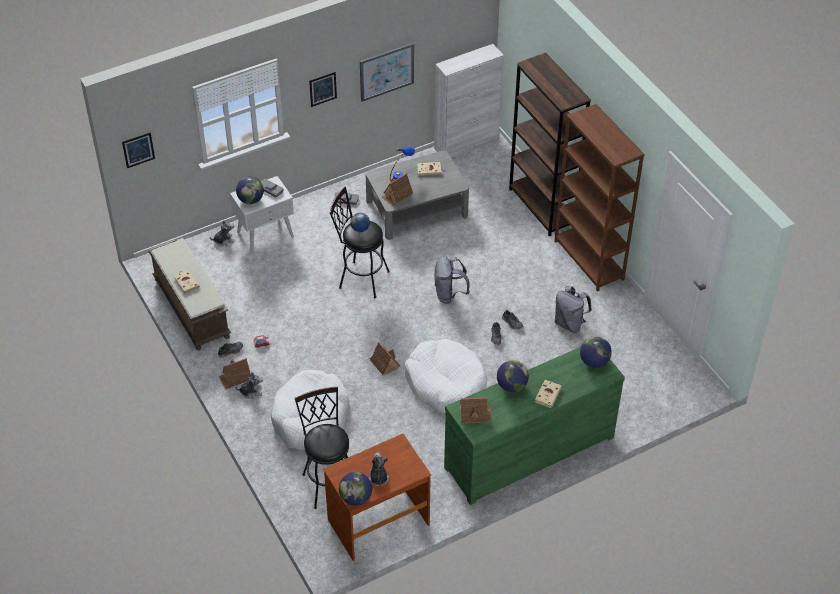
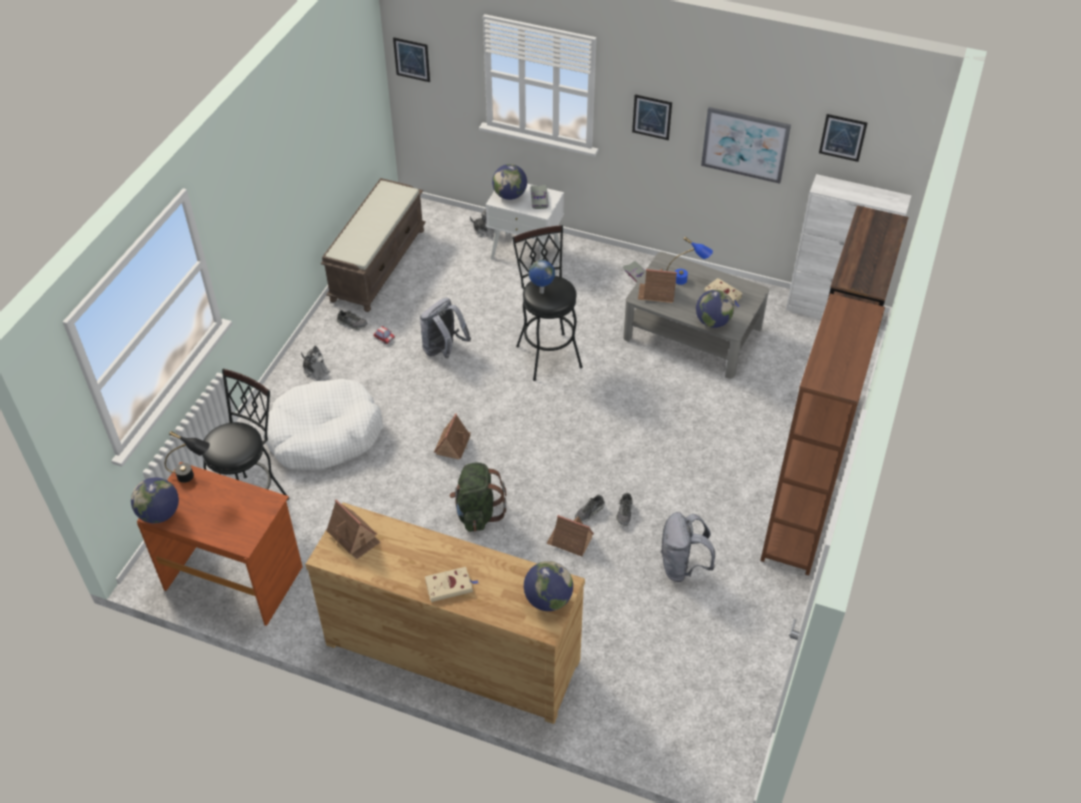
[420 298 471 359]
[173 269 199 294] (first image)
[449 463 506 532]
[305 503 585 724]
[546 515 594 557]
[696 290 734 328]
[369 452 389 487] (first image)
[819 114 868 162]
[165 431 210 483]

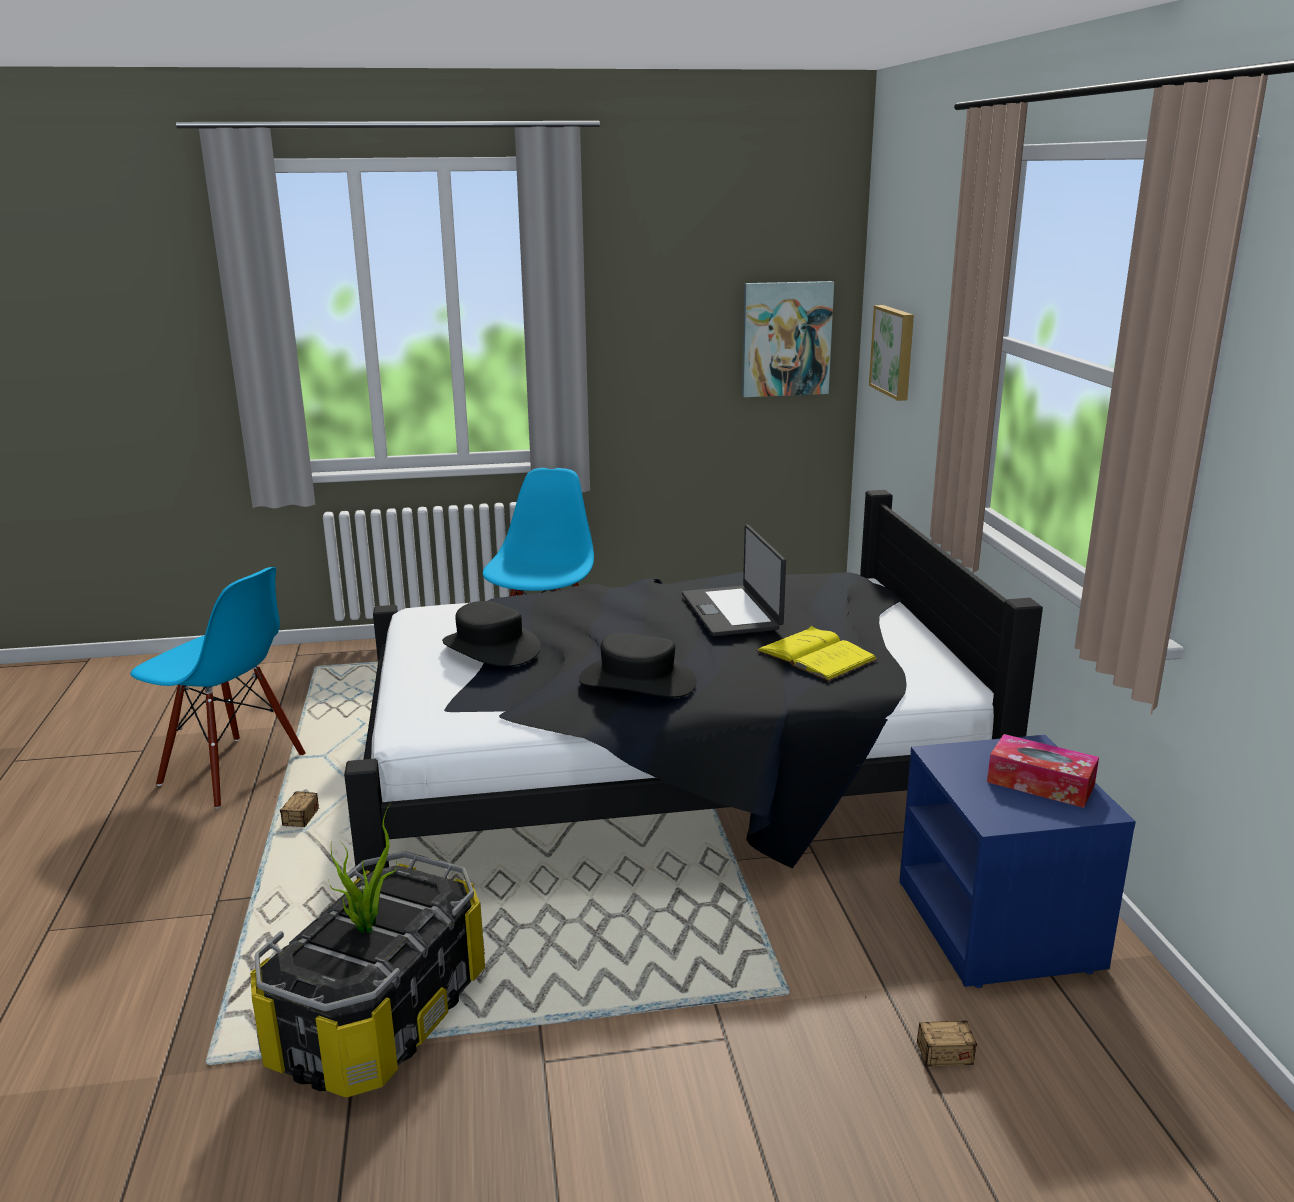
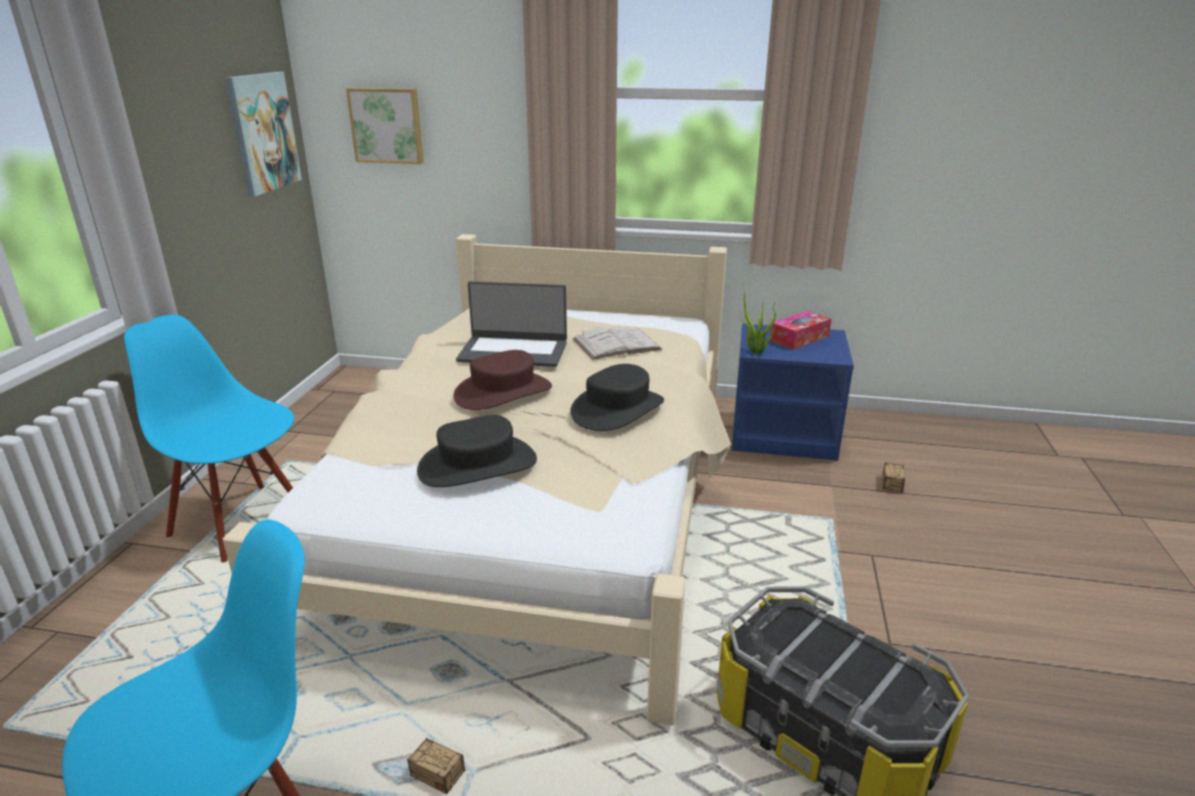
[223 234 731 726]
[573 327 662 360]
[740 281 776 354]
[453 350 552 410]

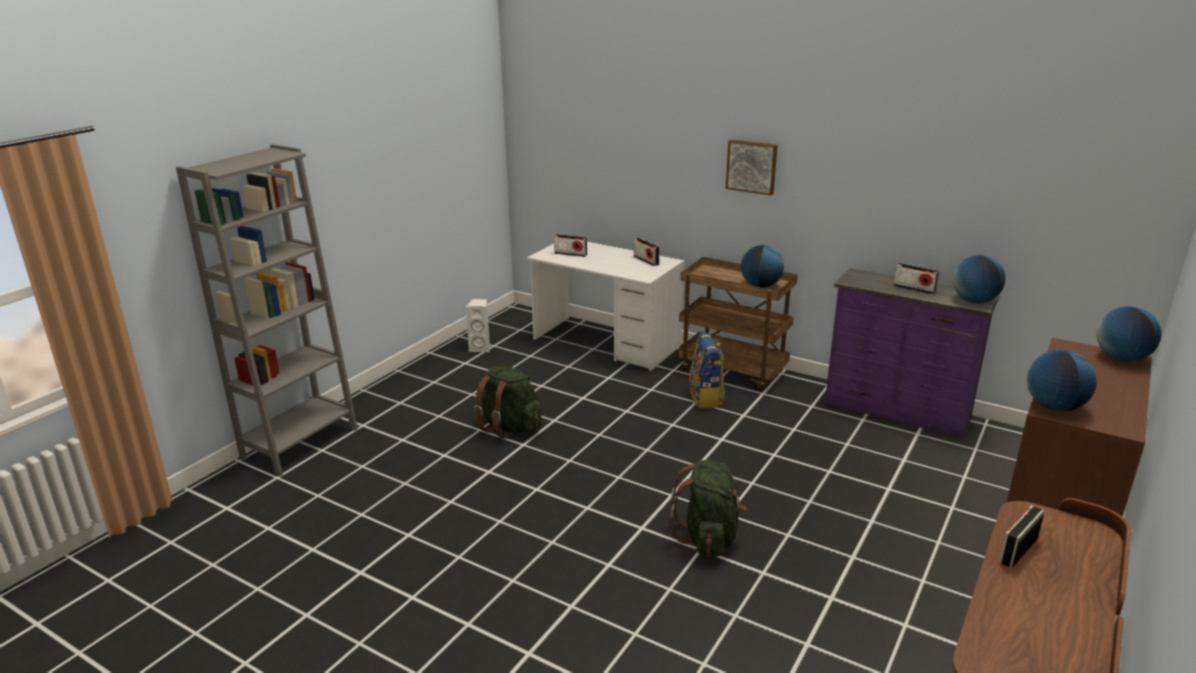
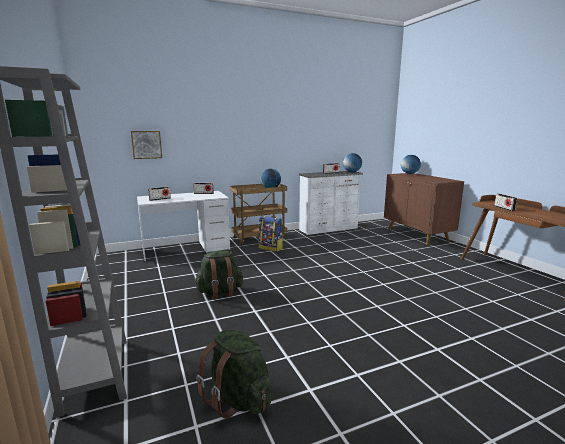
[131 131 162 159]
[299 171 363 235]
[465 299 490 352] (first image)
[1027 350 1097 411] (first image)
[196 329 271 419]

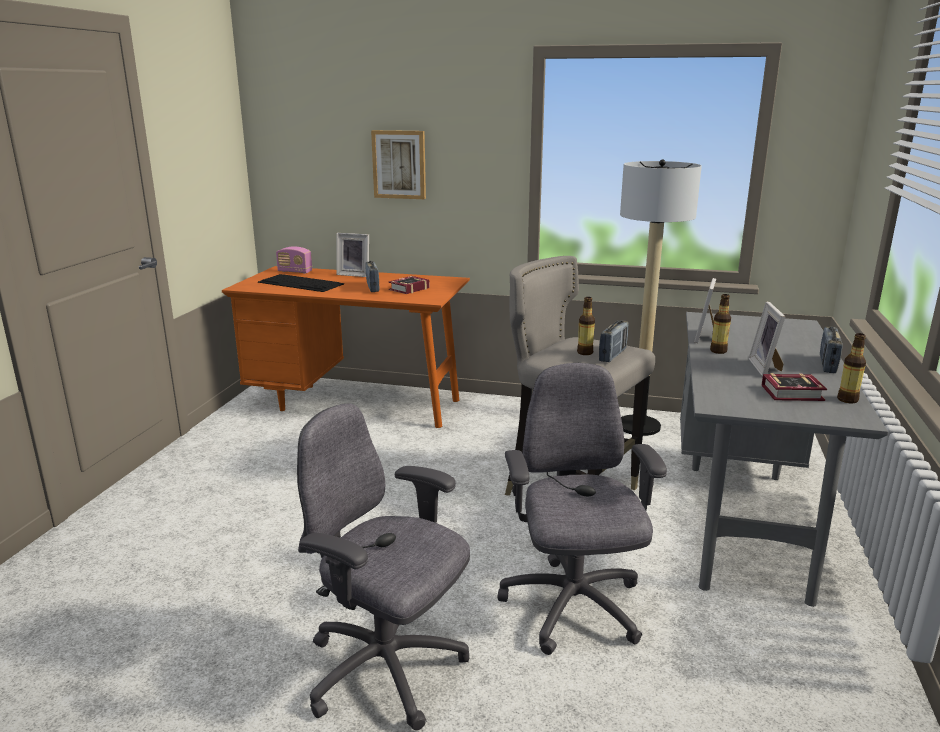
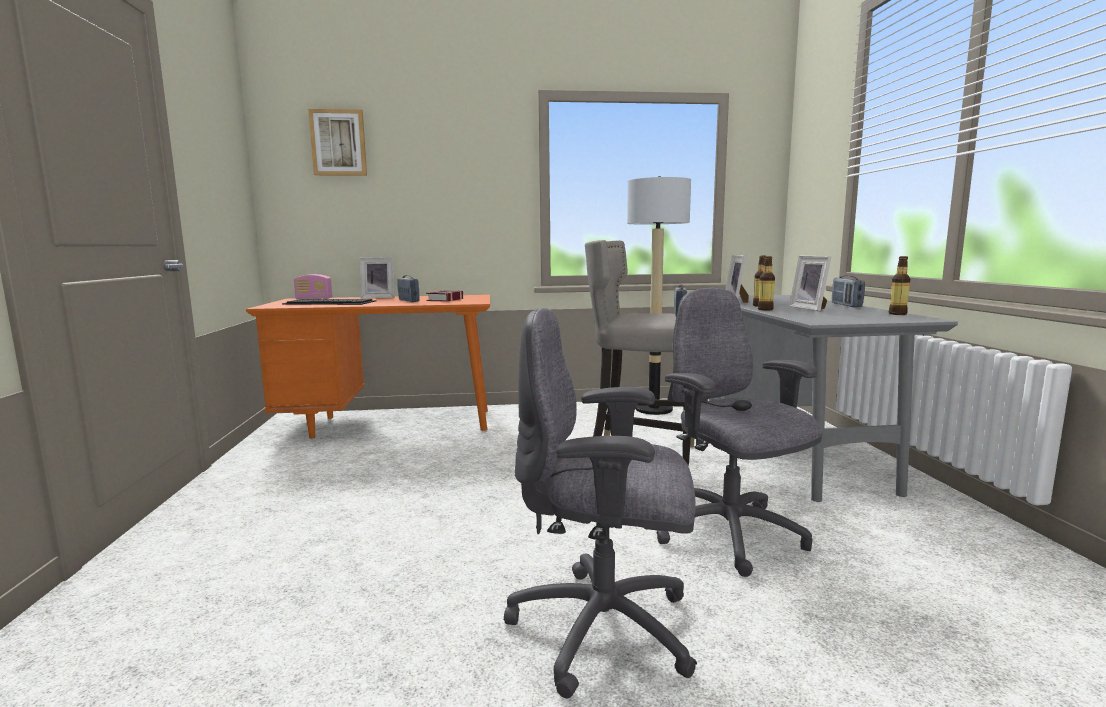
[308 109 367 175]
[758 256 775 310]
[761 373 827 401] (first image)

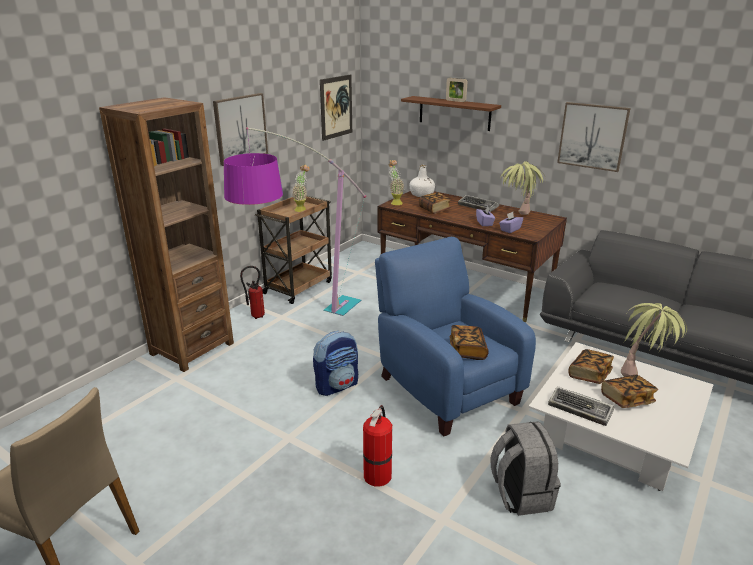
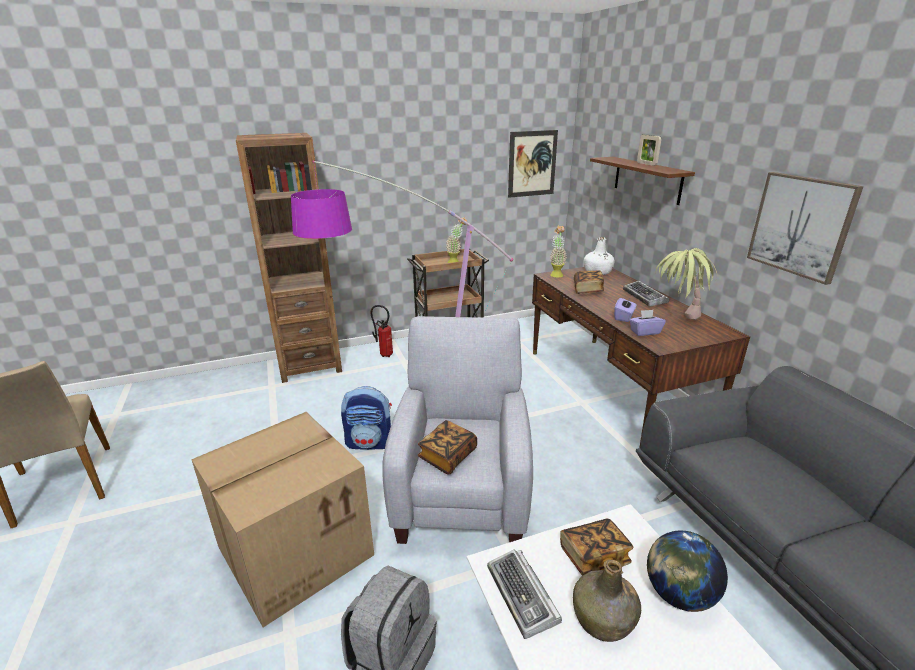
[213 93 268 166] (first image)
[383 316 533 544]
[647 531 728 612]
[573 560 641 642]
[191 412 374 627]

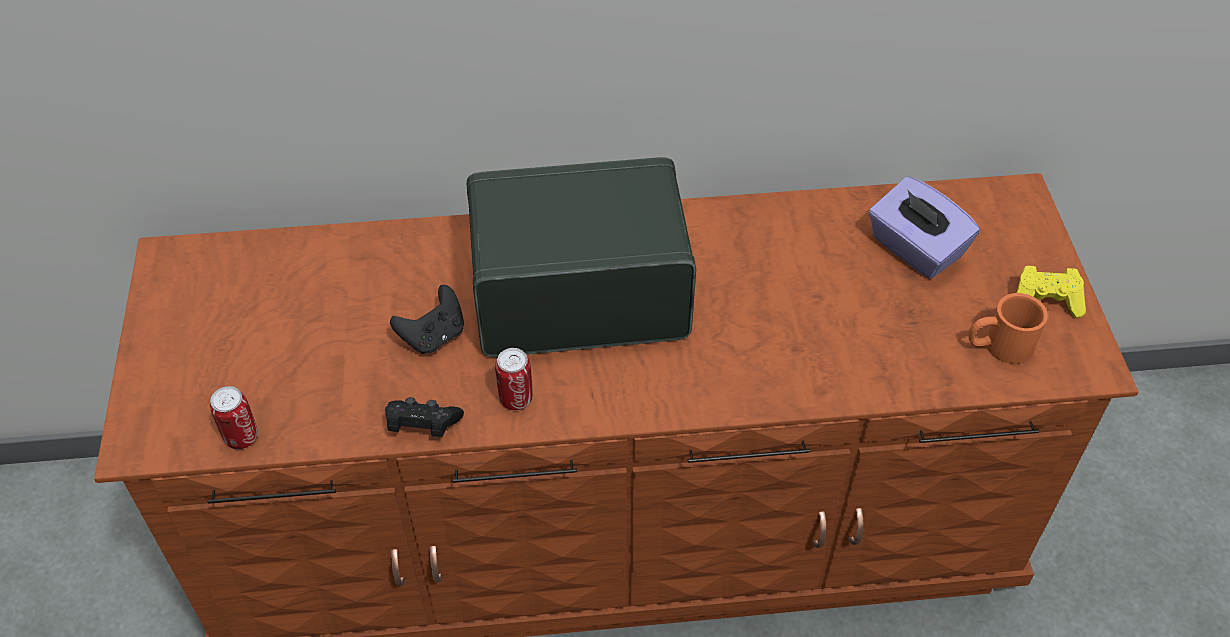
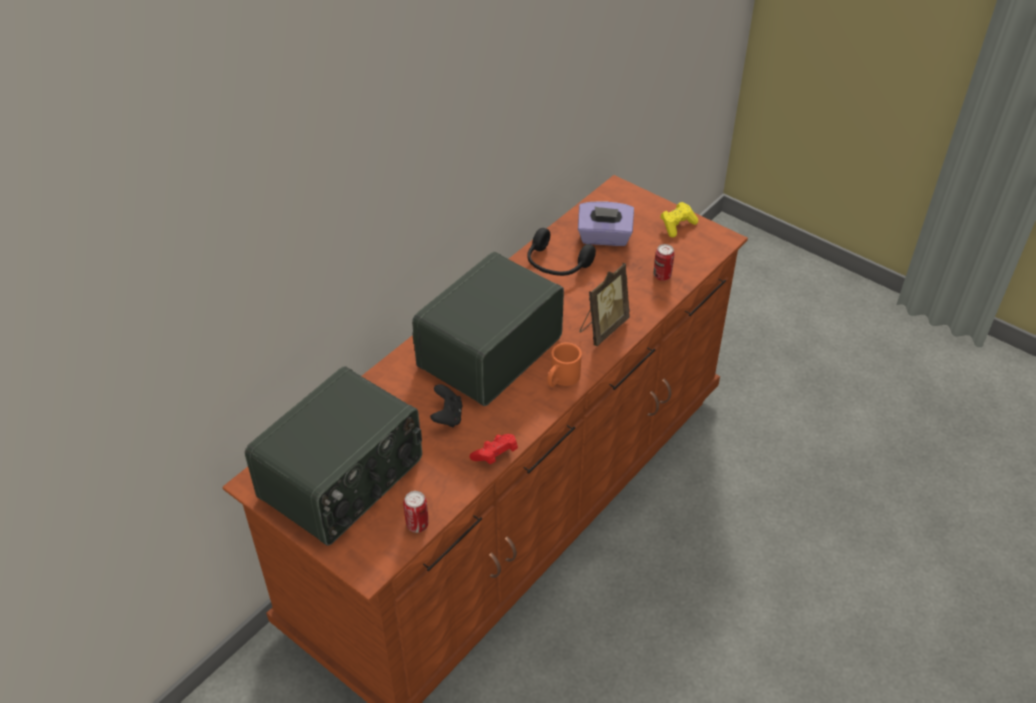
[547 342 582 387]
[654 244 675 281]
[470 434 518 464]
[527 228 596 276]
[580 263 630 346]
[245 366 422 546]

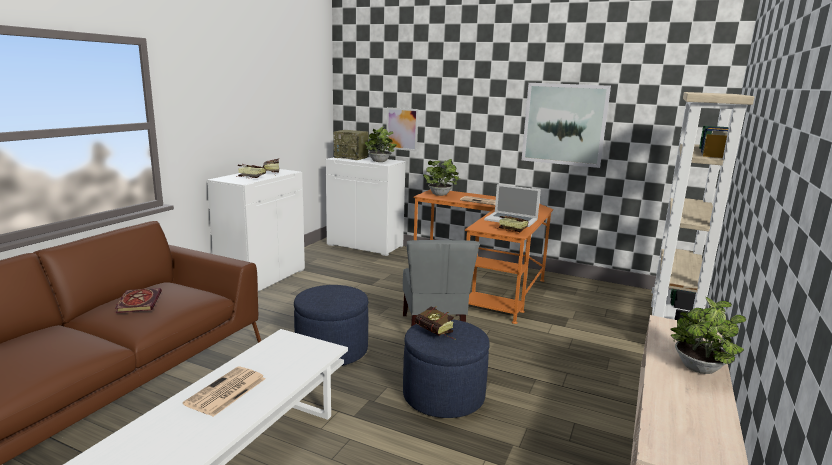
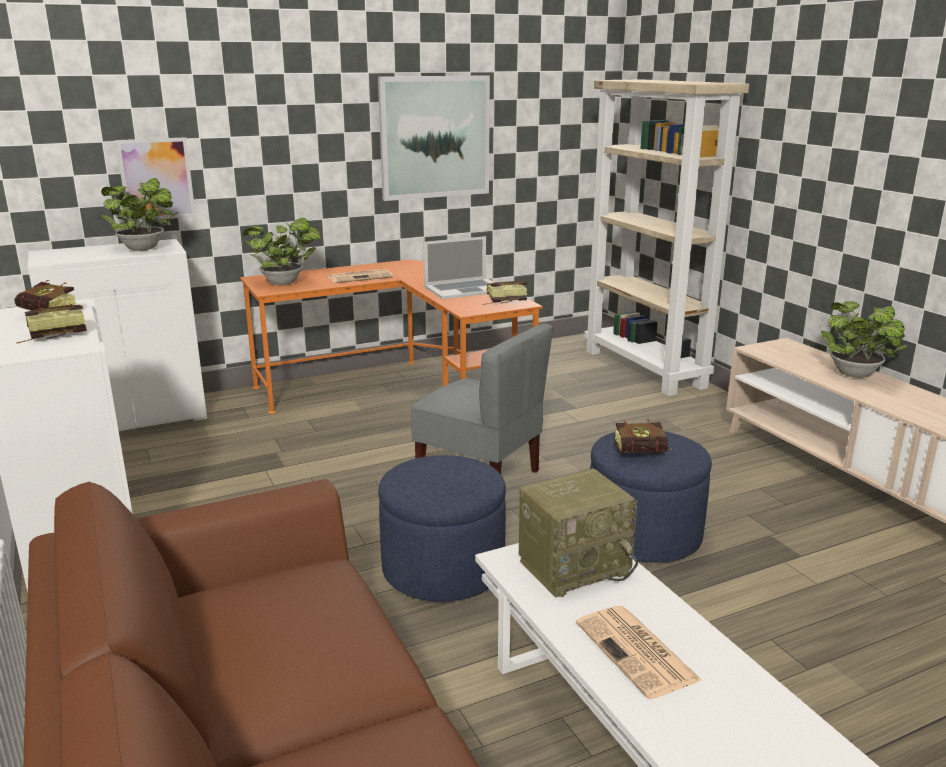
[519 469 638 598]
[115 288 162 313] (first image)

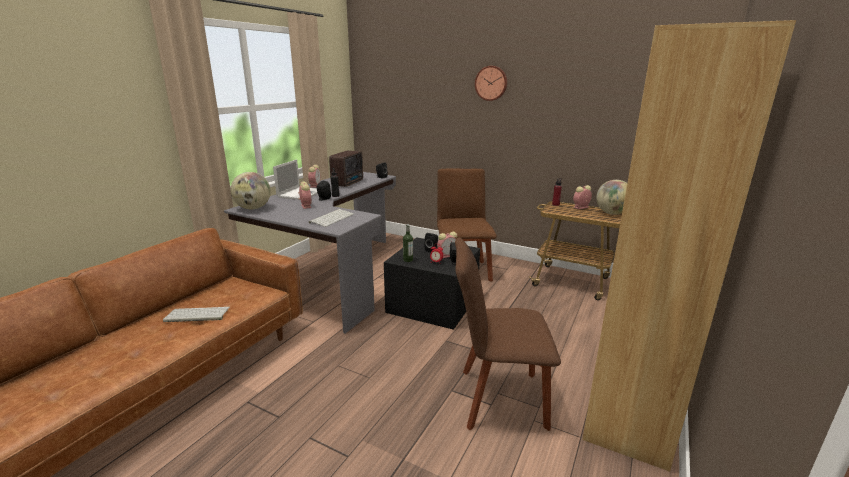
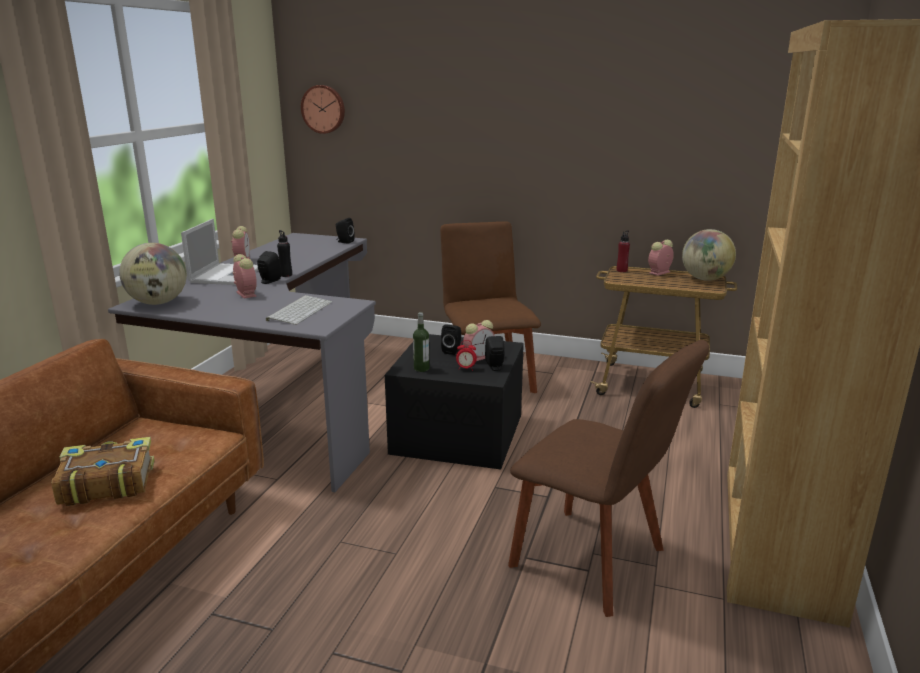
[301 85 345 134]
[329 151 363 187] (first image)
[508 340 709 617]
[52 437 155 506]

